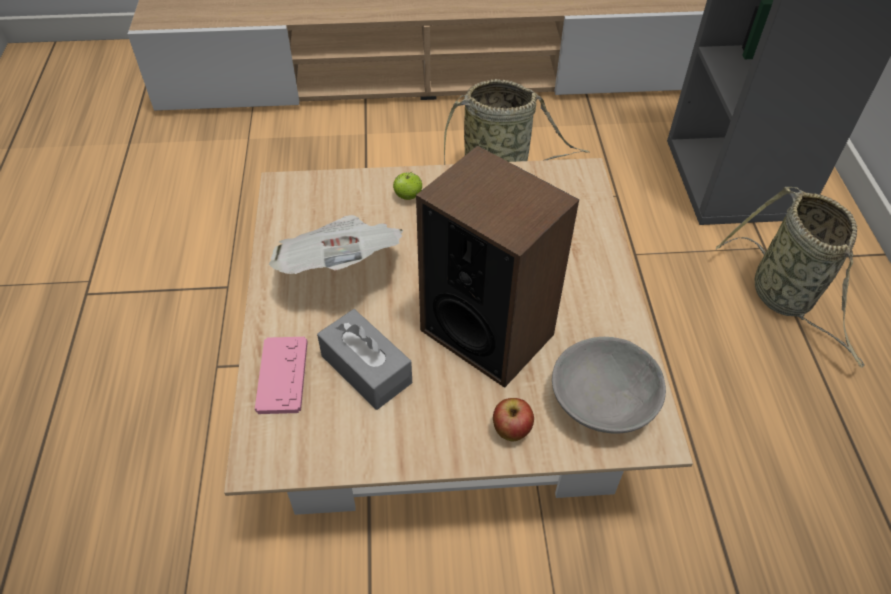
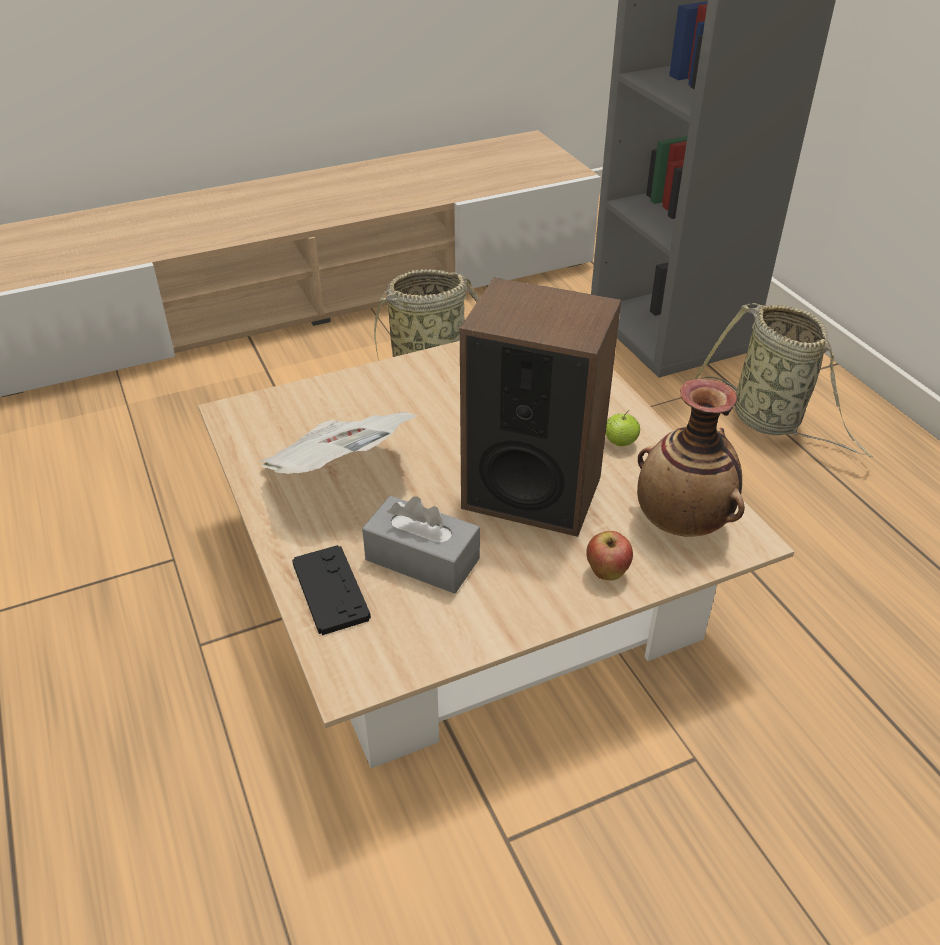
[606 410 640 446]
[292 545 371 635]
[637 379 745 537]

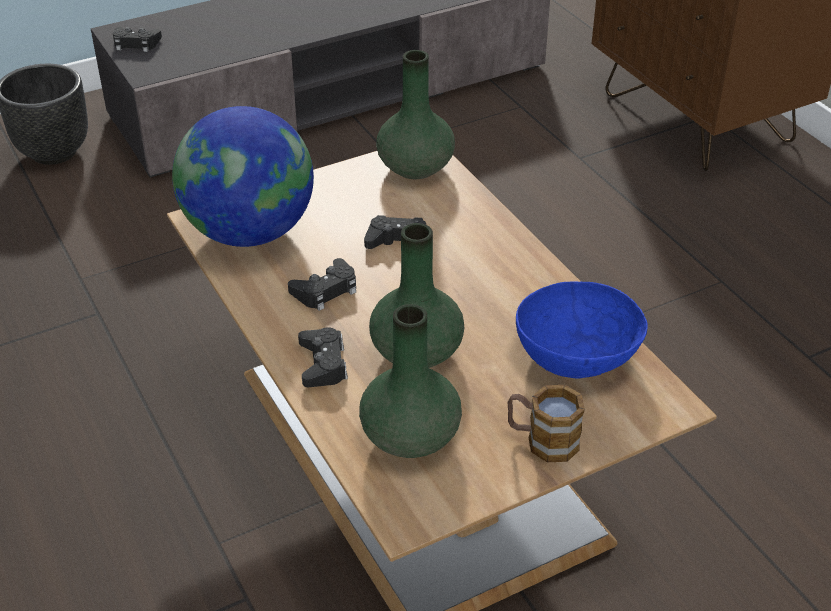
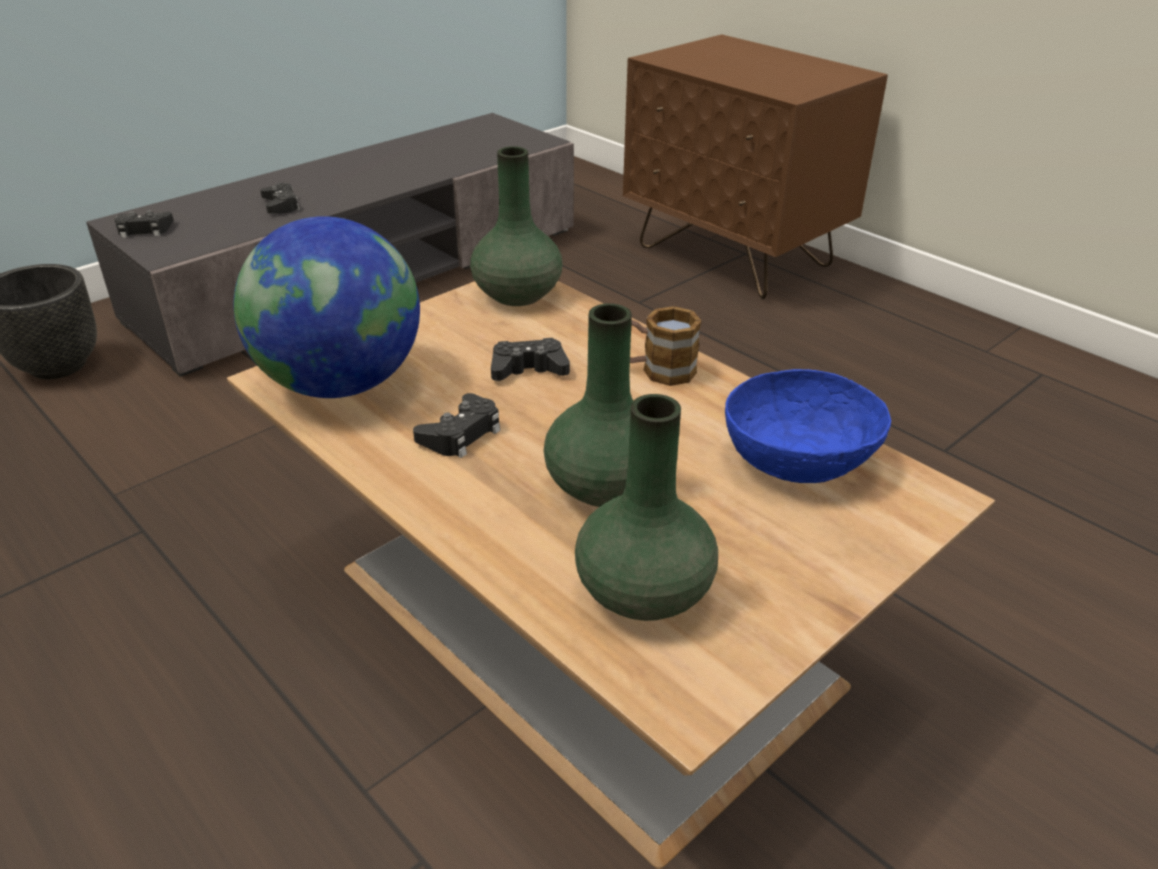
[260 183 300 214]
[630 306 702 386]

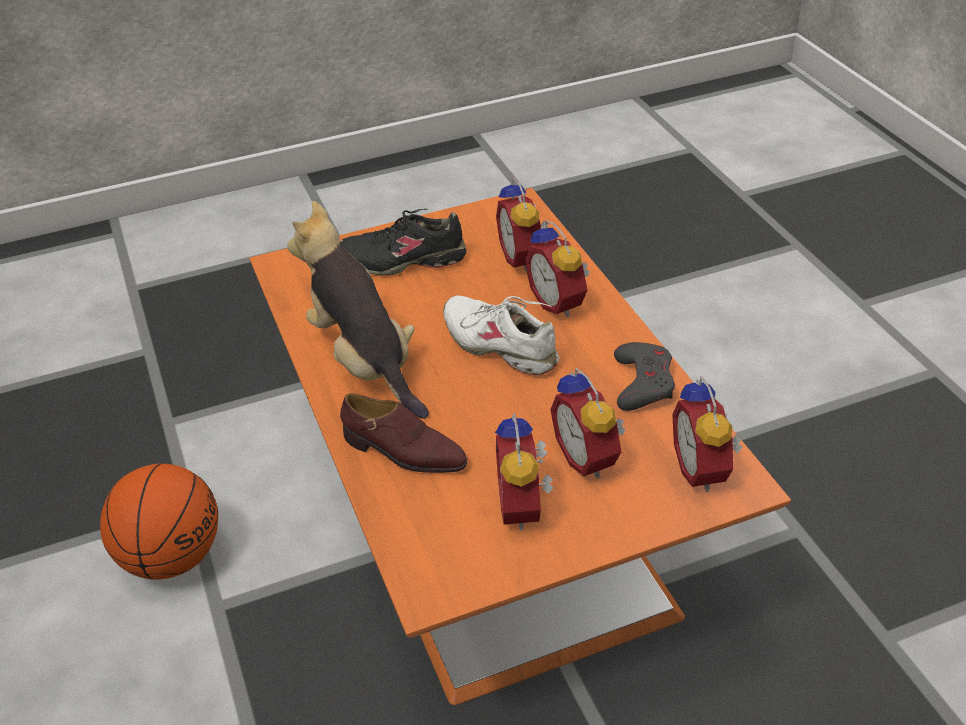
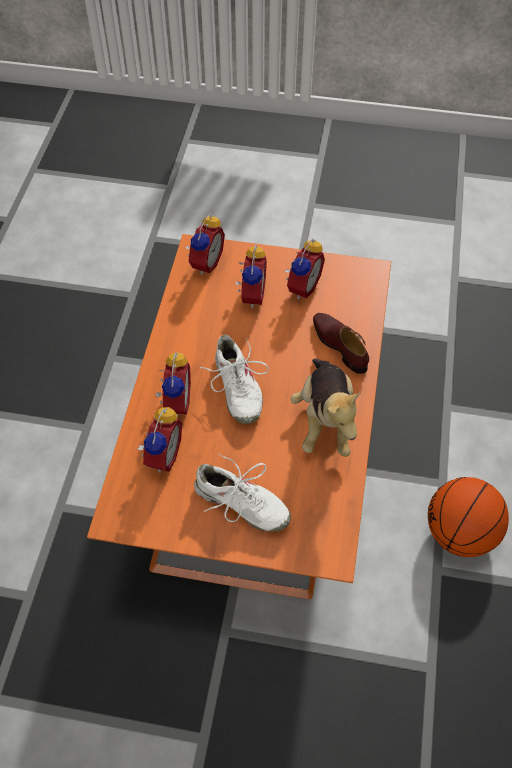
[194 453 291 532]
[614 342 675 411] (first image)

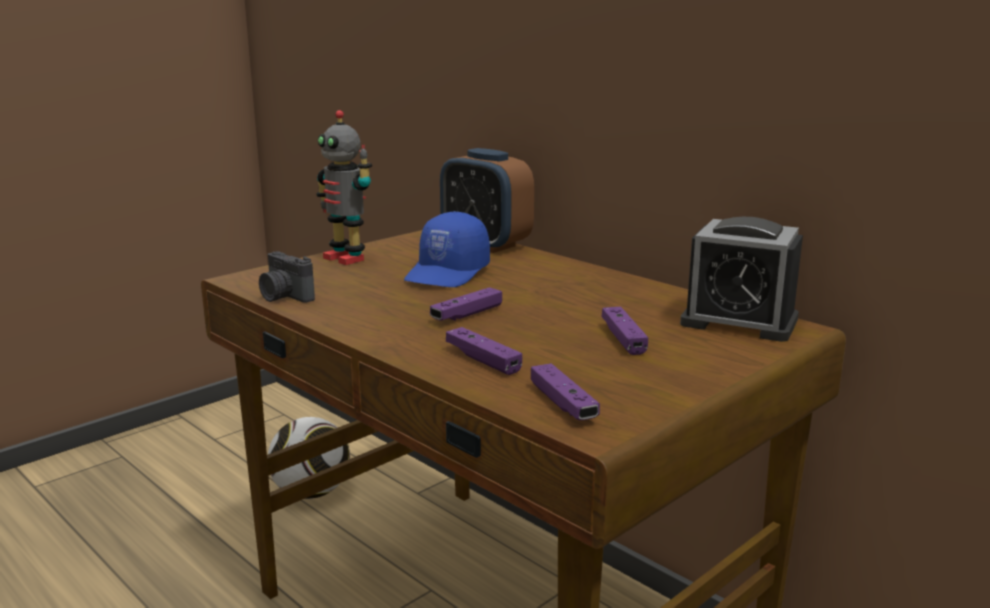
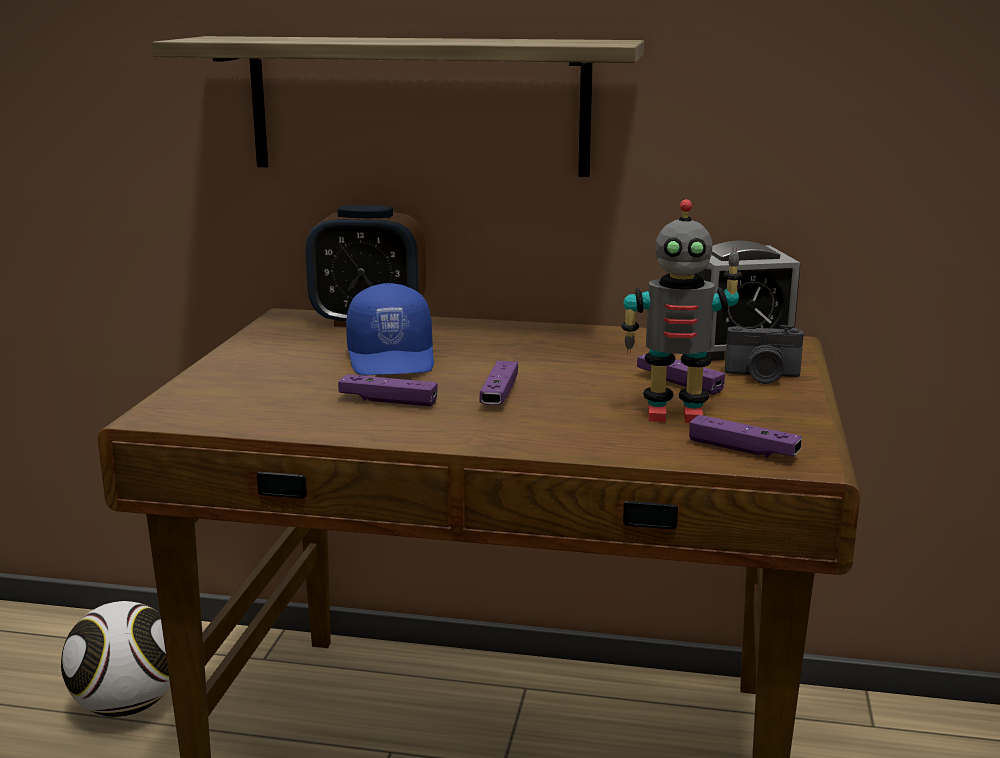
[621 199 742 423]
[725 325 804 384]
[338 374 438 407]
[152 36 644 177]

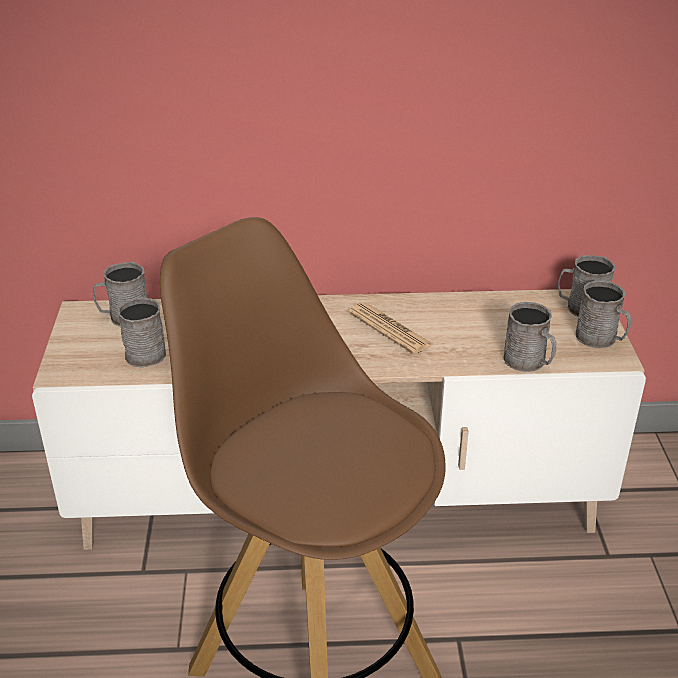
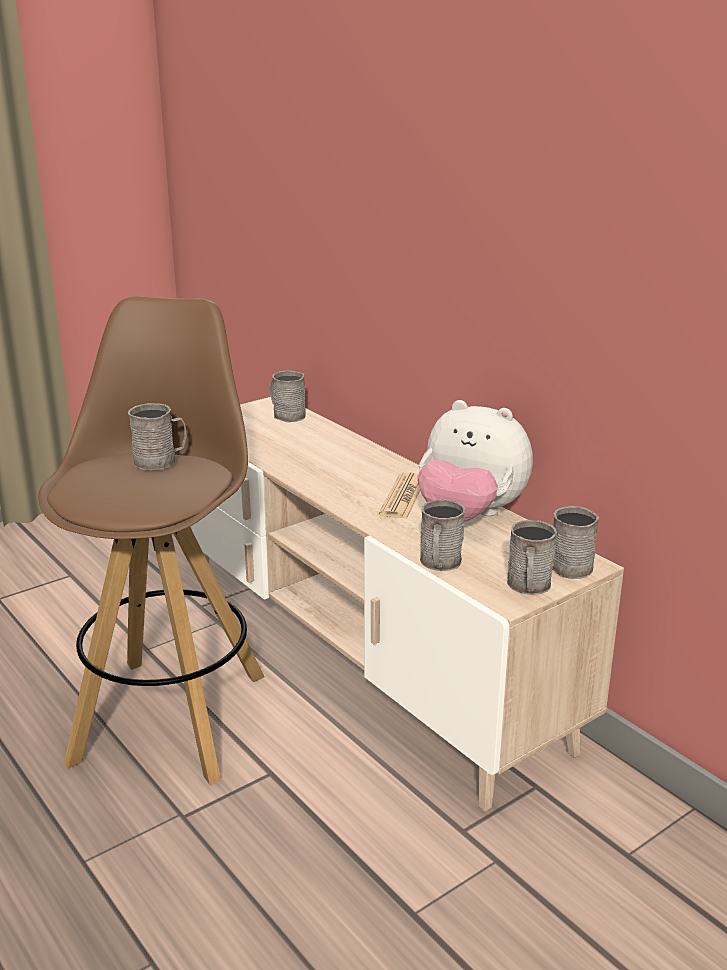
[128 403 187 471]
[417 400 533 522]

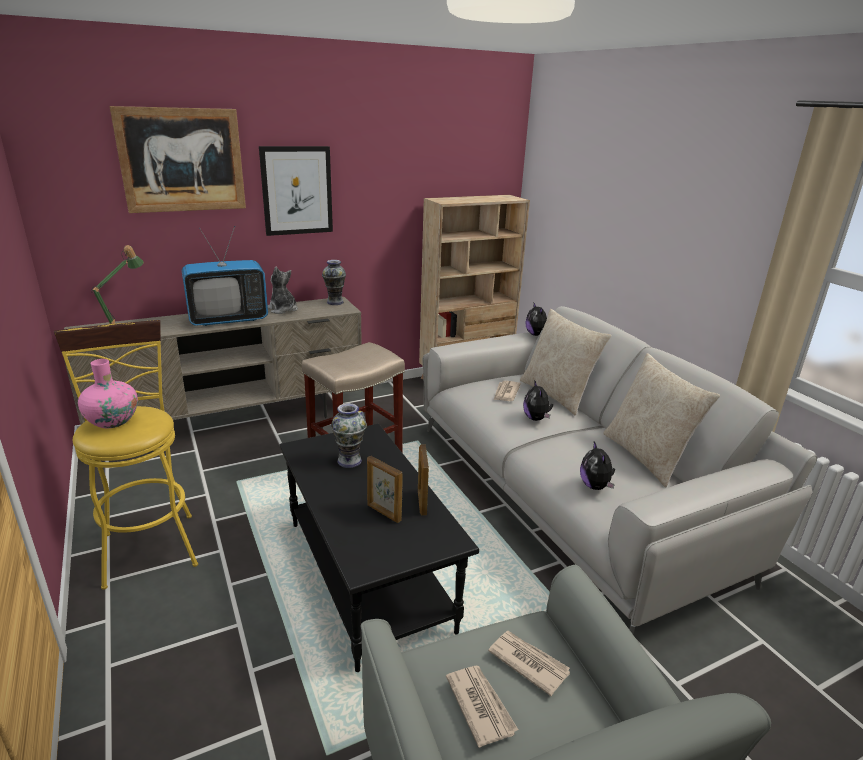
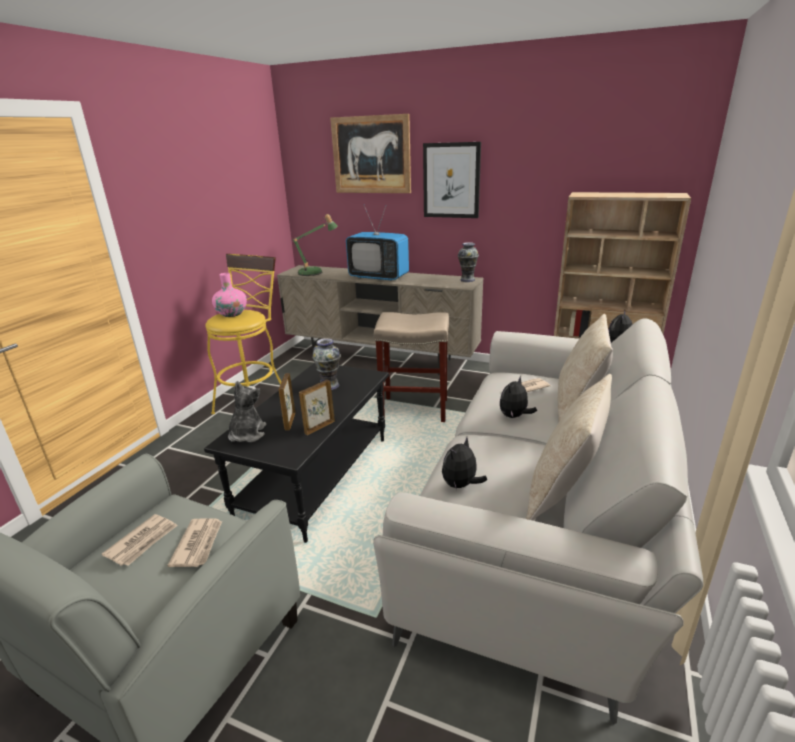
[228 381 266 442]

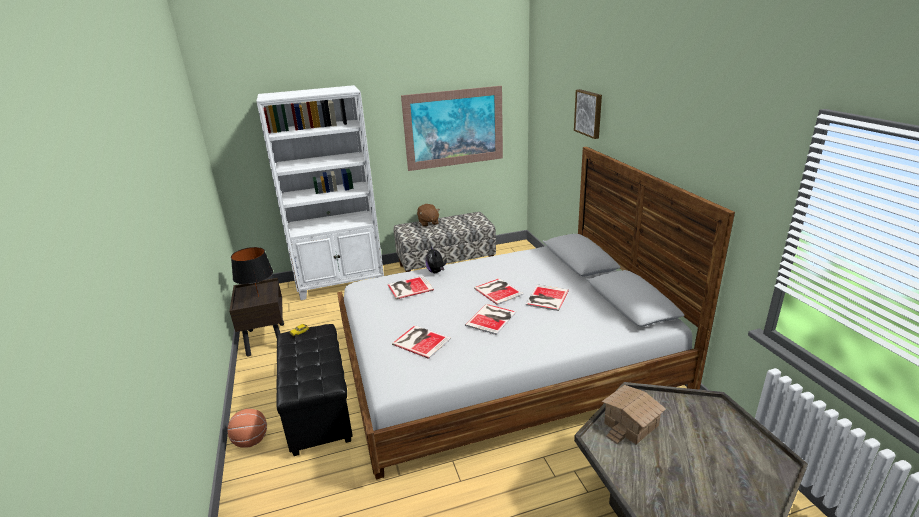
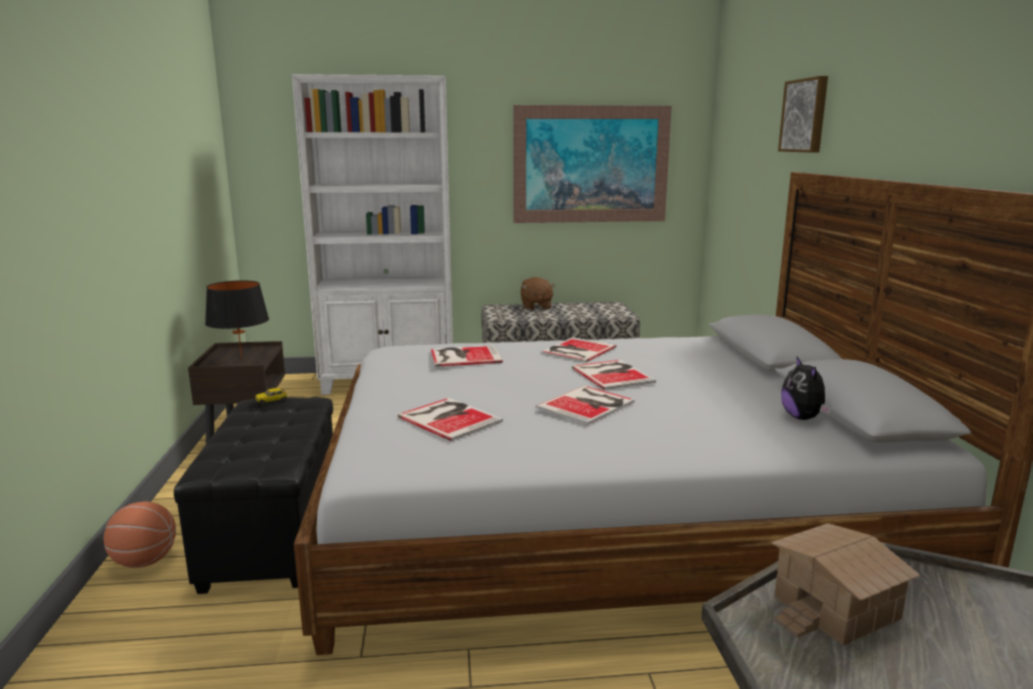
[781 357 831 420]
[541 337 617 363]

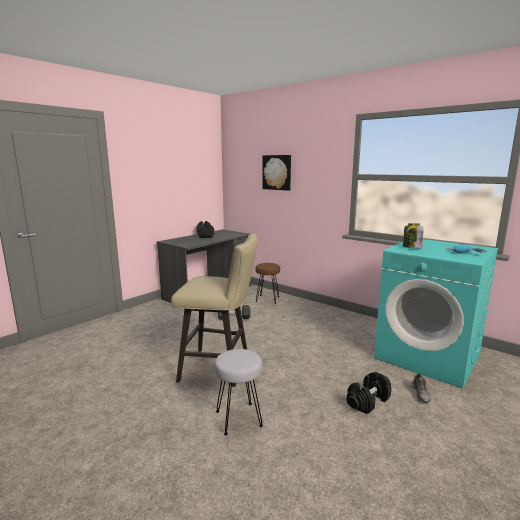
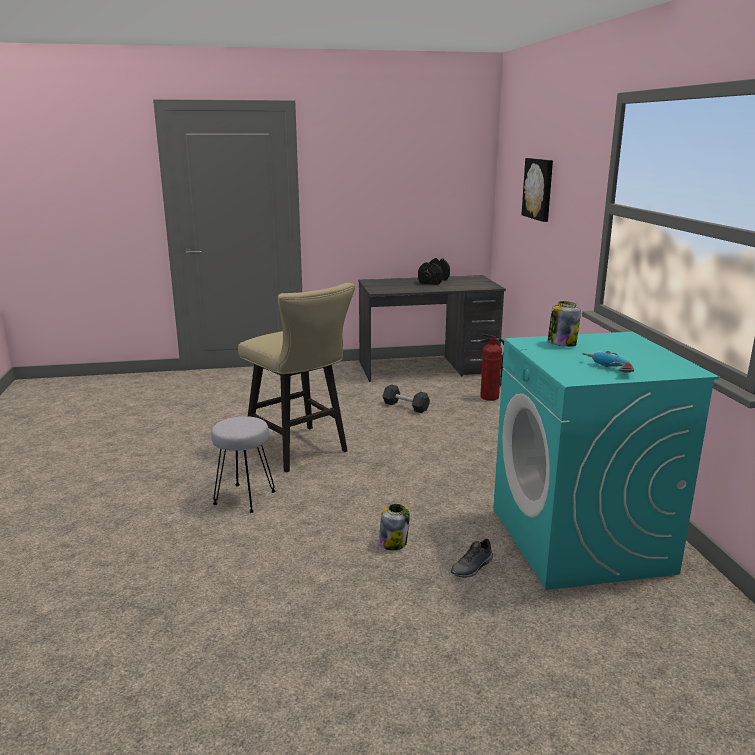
[480 333 504 401]
[379 504 410 550]

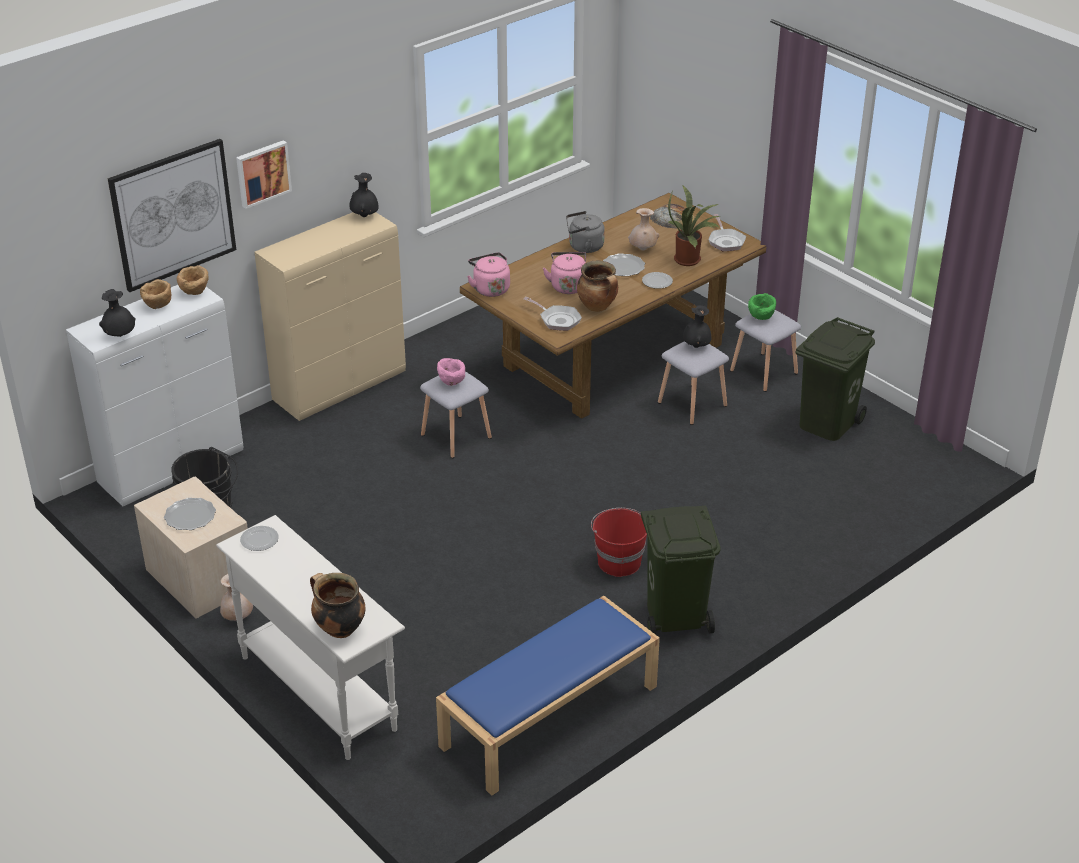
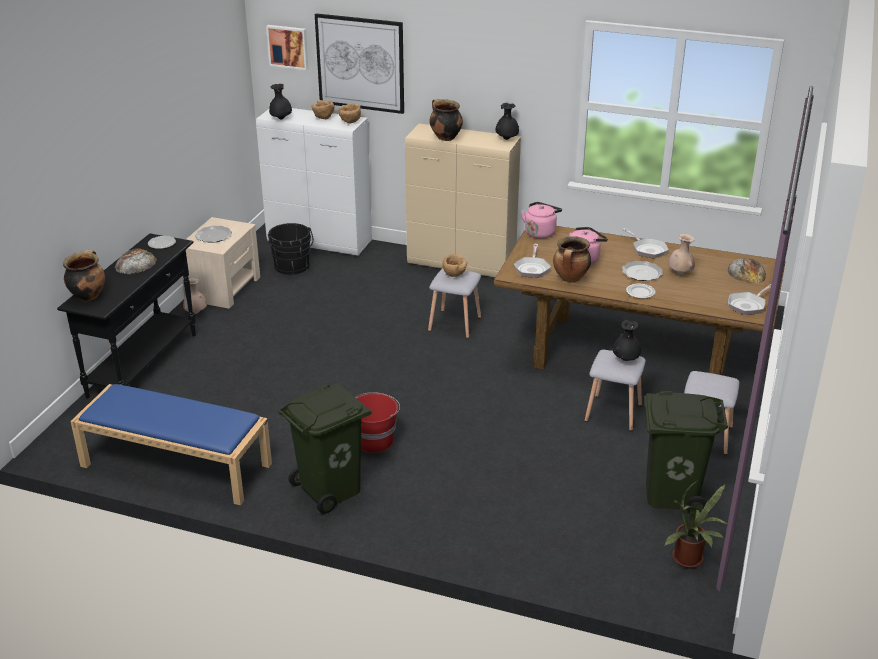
[266 25 308 70]
[664 479 728 568]
[622 228 668 258]
[748 293 776 320] (first image)
[442 254 467 277]
[57 233 196 398]
[430 99 463 141]
[115 248 157 274]

